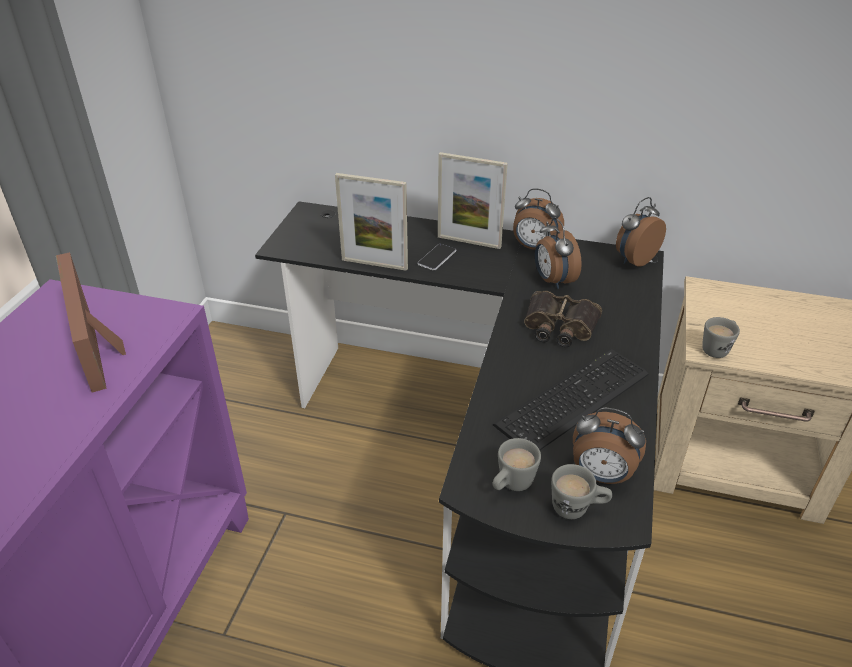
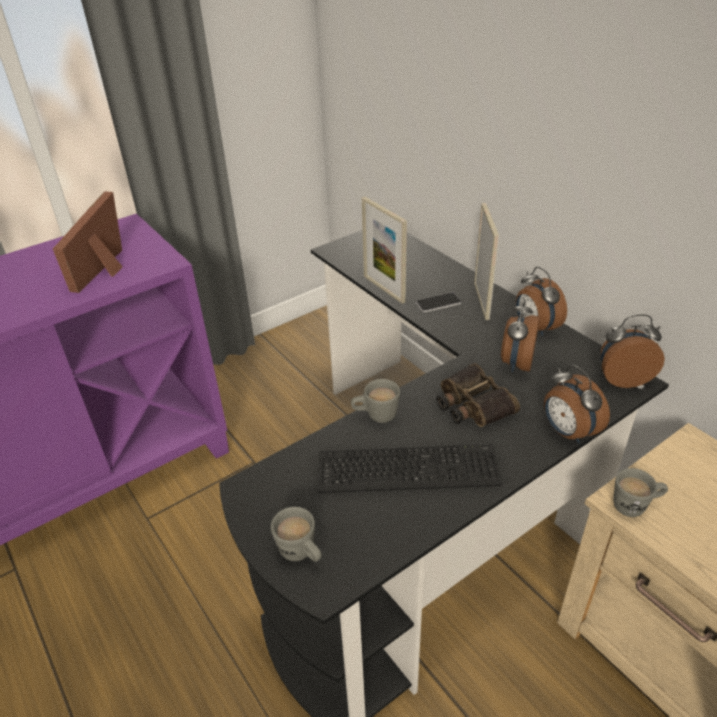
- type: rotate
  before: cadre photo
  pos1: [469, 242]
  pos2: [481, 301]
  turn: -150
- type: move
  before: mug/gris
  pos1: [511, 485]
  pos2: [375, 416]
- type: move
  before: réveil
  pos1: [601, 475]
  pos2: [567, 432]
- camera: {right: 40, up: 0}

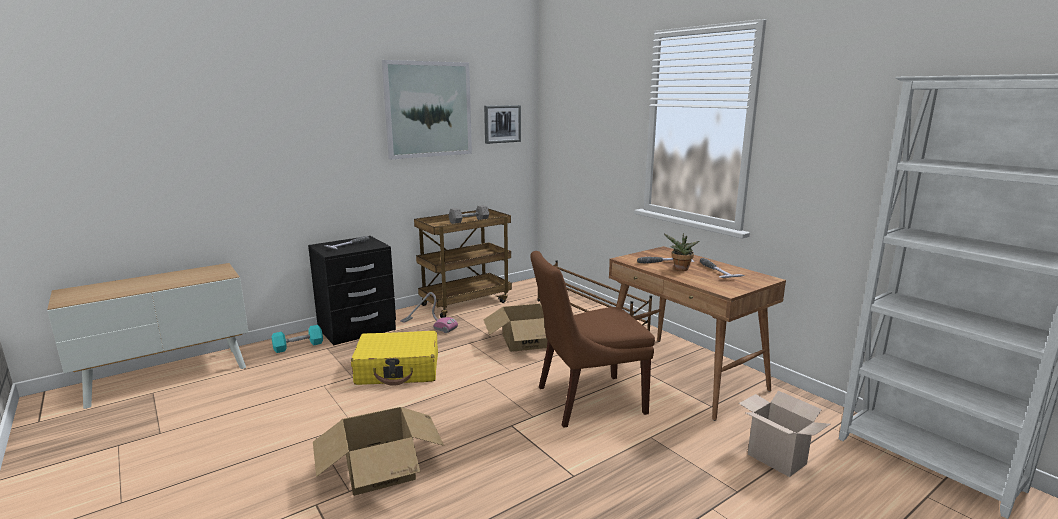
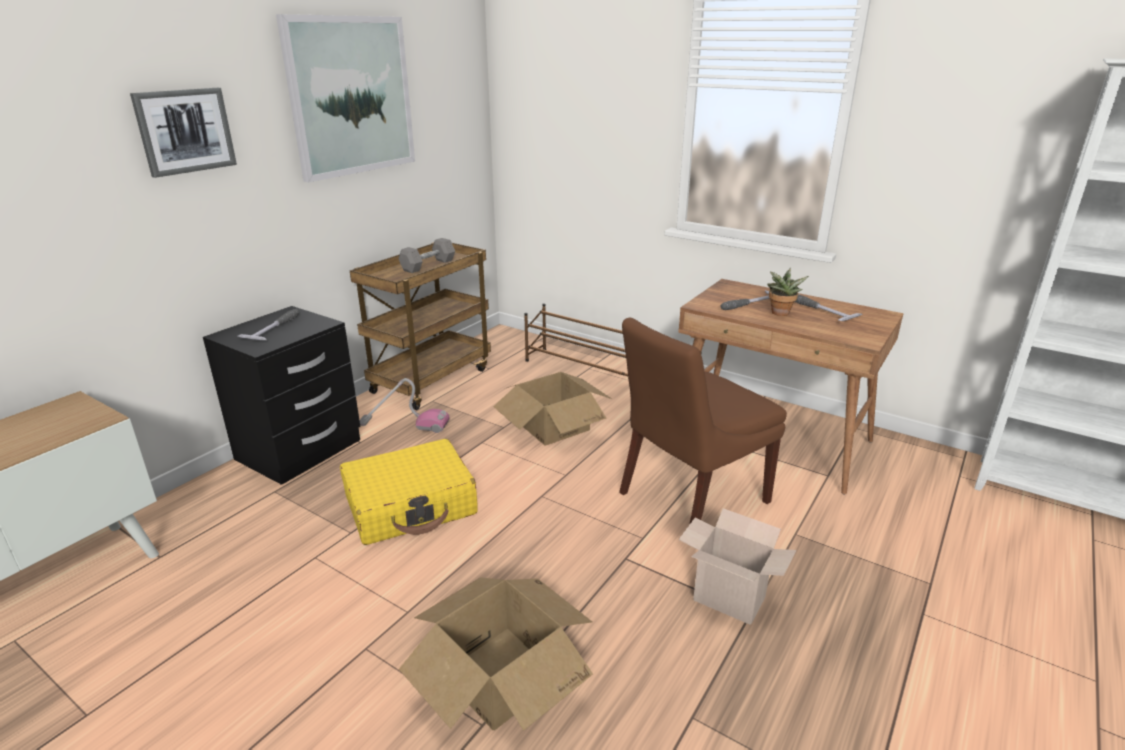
- type: delete
  before: haltère/turquoise
  pos1: [298, 346]
- type: move
  before: tableau
  pos1: [502, 124]
  pos2: [185, 131]
- type: move
  before: carton
  pos1: [774, 459]
  pos2: [726, 599]
- camera: {right: -20, up: 10}

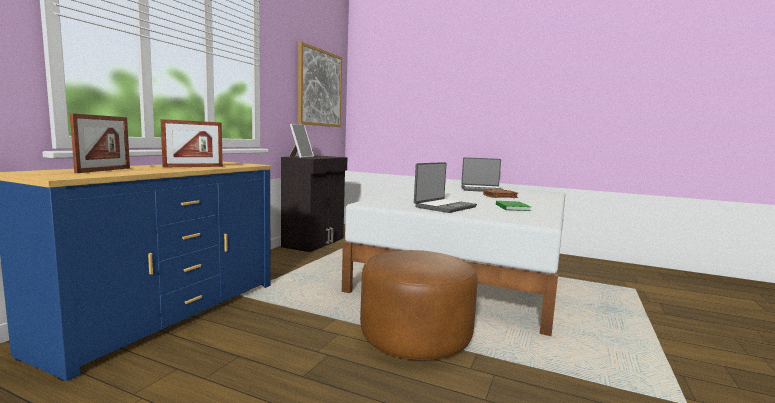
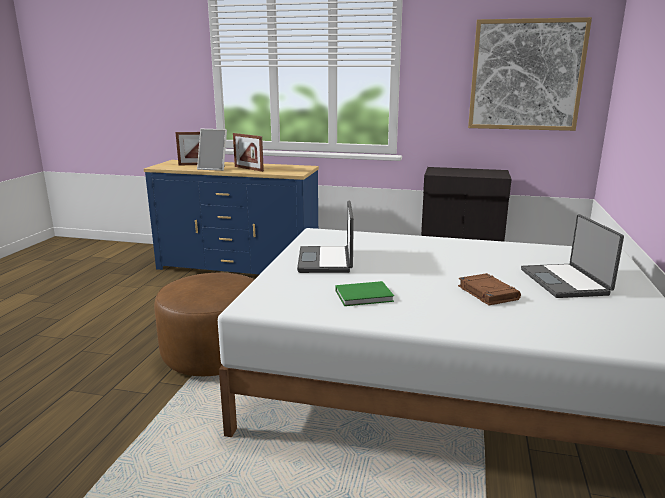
- type: move
  before: cadre photo
  pos1: [300, 157]
  pos2: [214, 168]
- type: rotate
  before: ordinateur portable
  pos1: [444, 207]
  pos2: [326, 261]
  turn: 60
- camera: {right: 80, up: 10}

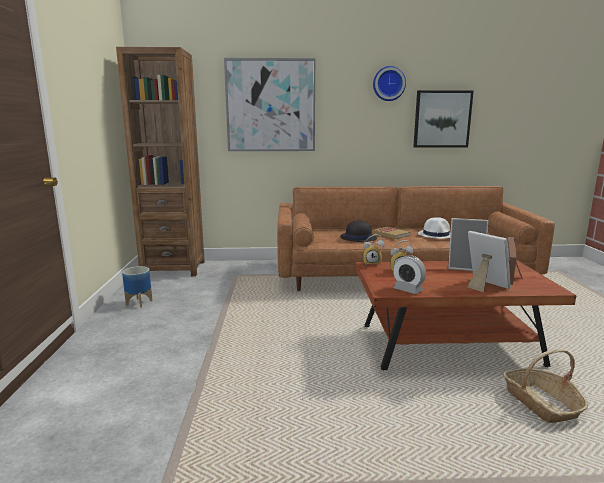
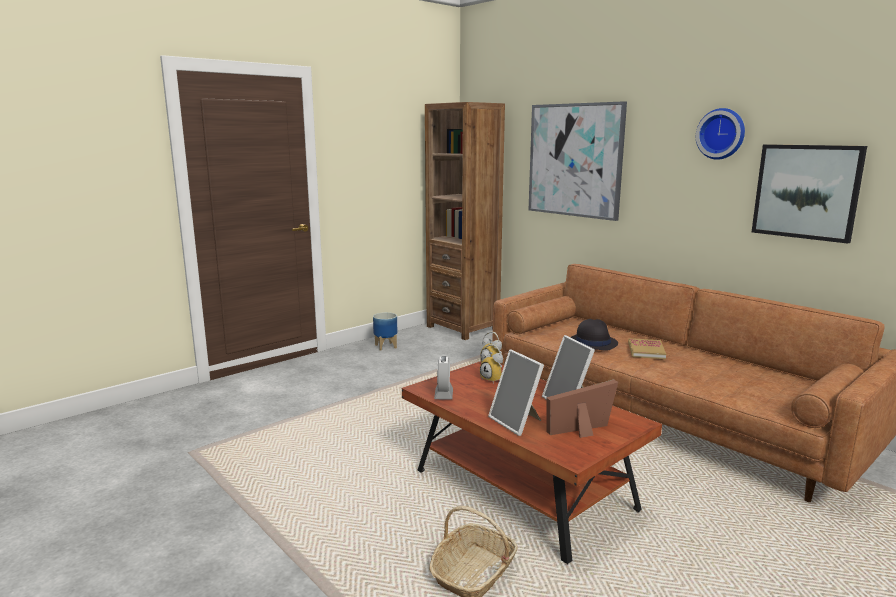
- type: delete
  before: chapeau/blanc
  pos1: [436, 235]
- type: rotate
  before: cadre photo
  pos1: [484, 286]
  pos2: [517, 422]
  turn: 135
- camera: {right: 50, up: 0}

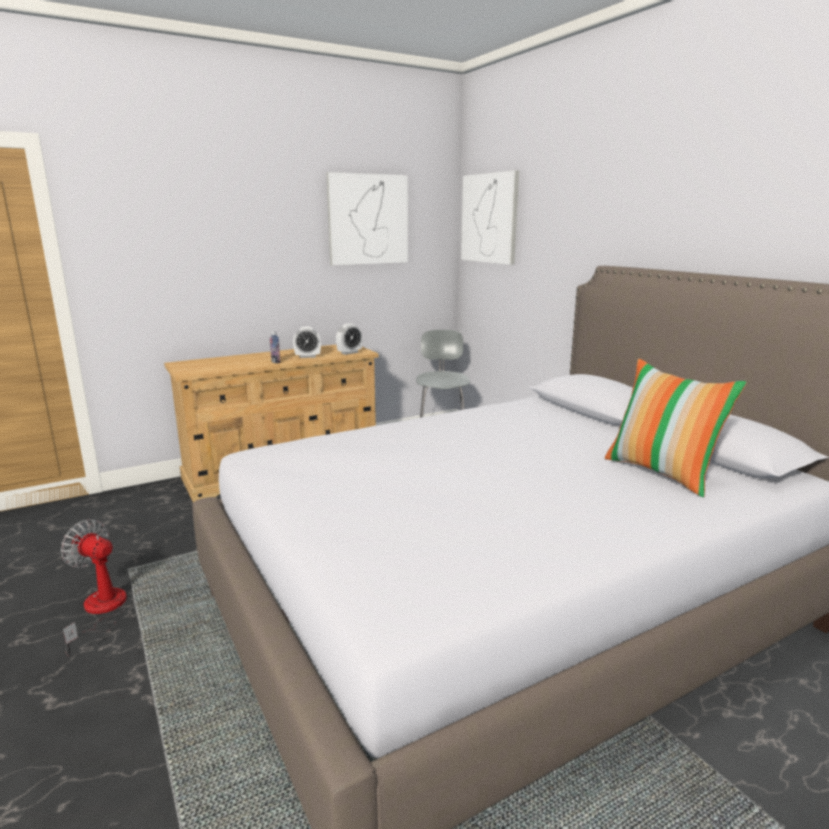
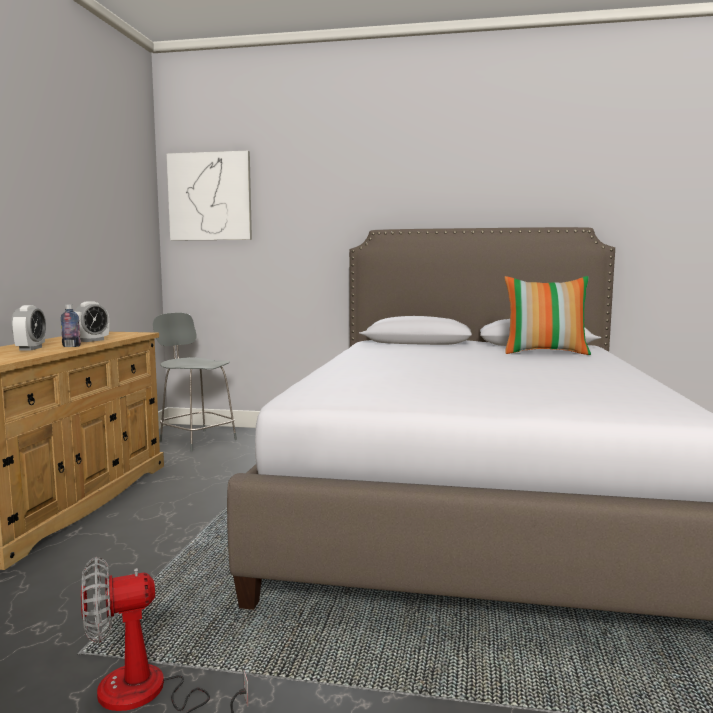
- type: delete
  before: tableau
  pos1: [368, 219]
- type: move
  before: réveil
  pos1: [349, 353]
  pos2: [30, 349]
- camera: {right: -50, up: -10}

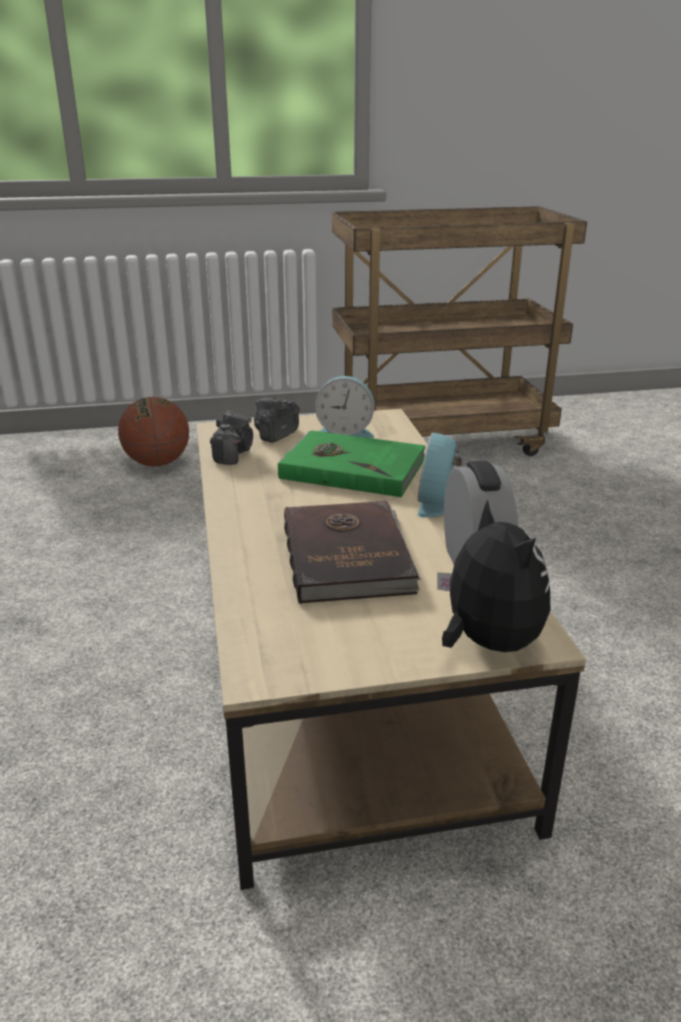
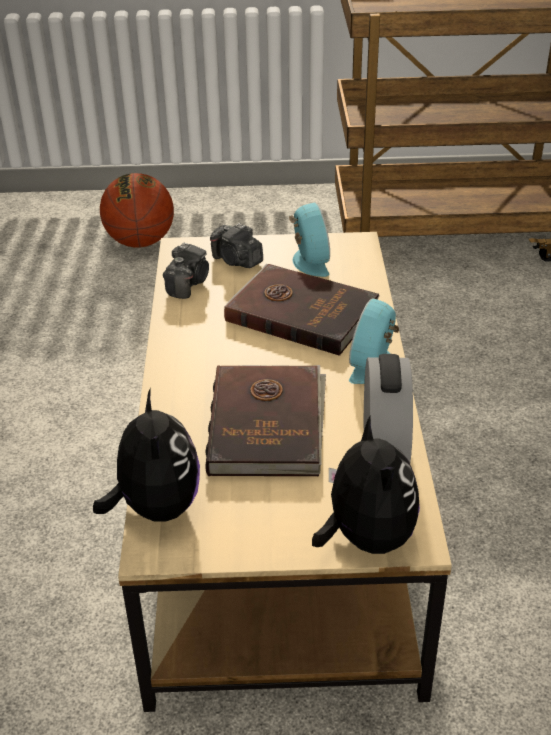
- type: rotate
  before: appareil photo
  pos1: [276, 435]
  pos2: [236, 261]
  turn: -90
- type: recolor
  before: livre/vert
  after: livre/marron
  pos1: [352, 468]
  pos2: [301, 312]
- type: rotate
  before: réveil
  pos1: [345, 432]
  pos2: [308, 262]
  turn: -120
- type: insert
  after: peluche
  pos2: [156, 507]
- camera: {right: 10, up: 10}

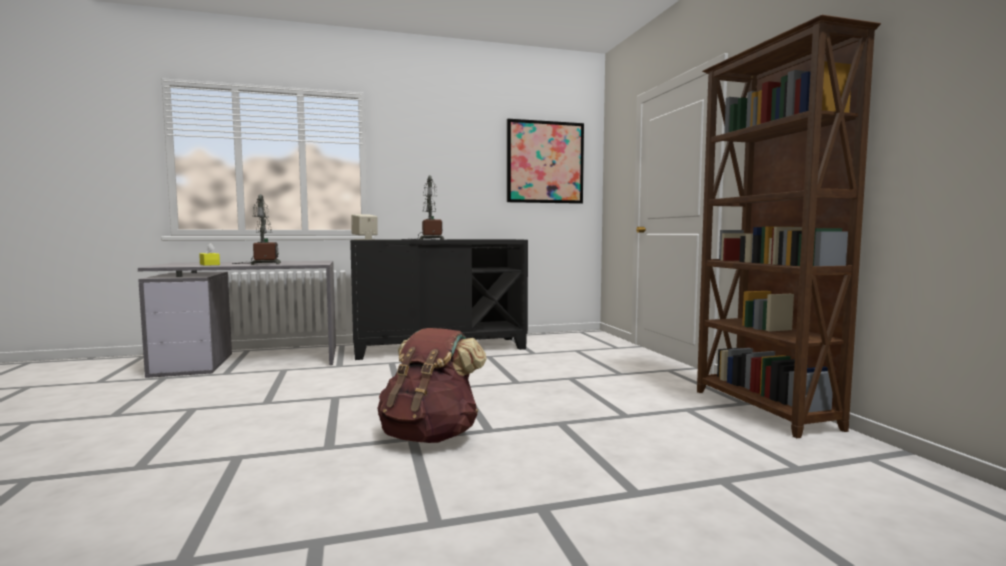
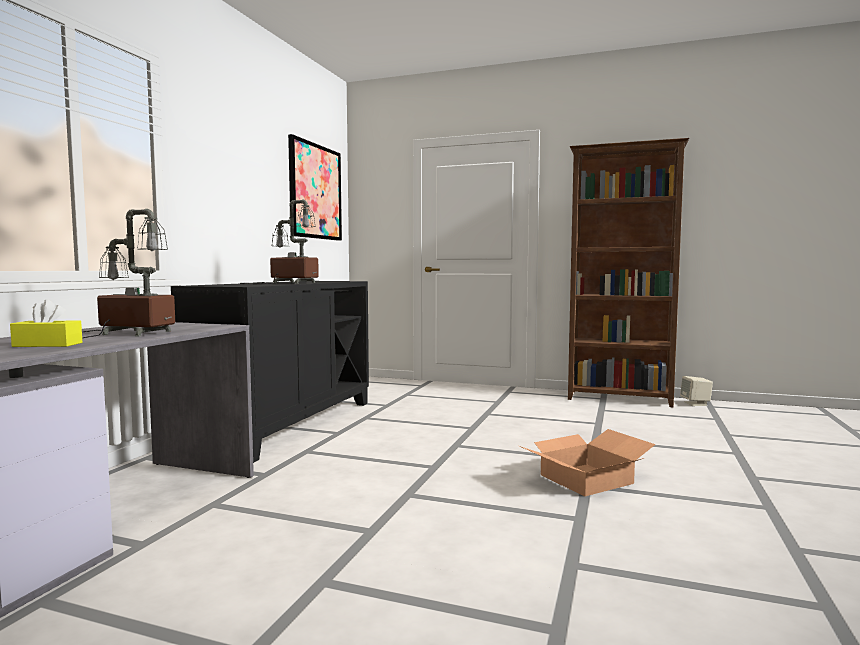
- type: move
  before: enceinte/beige
  pos1: [364, 239]
  pos2: [695, 404]
- type: replace
  before: sac à dos/marron
  after: carton
  pos1: [430, 436]
  pos2: [586, 478]
- camera: {right: -55, up: 0}

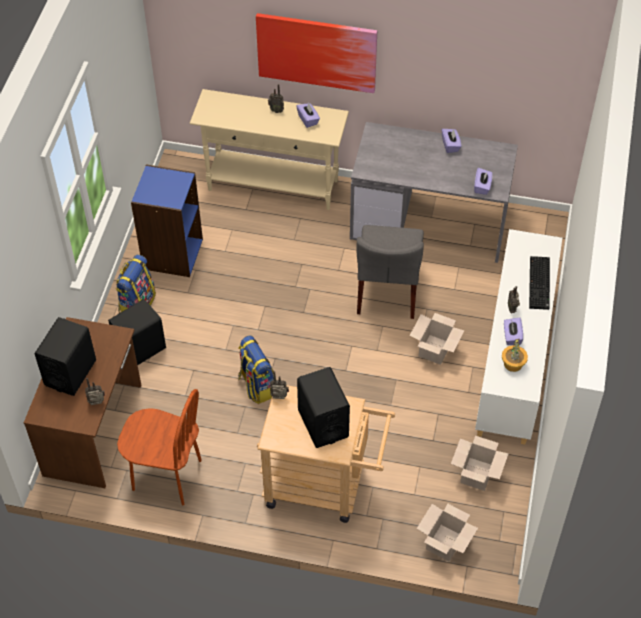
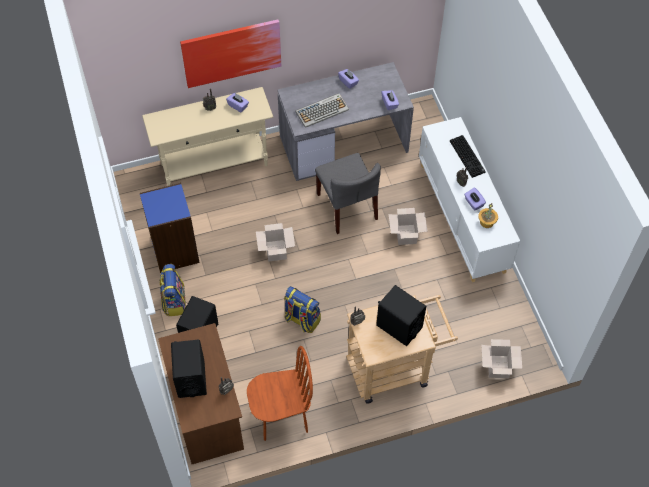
- type: move
  before: carton
  pos1: [476, 473]
  pos2: [275, 250]
- type: insert
  after: clavier
  pos2: [322, 110]
- camera: {right: -30, up: 5}

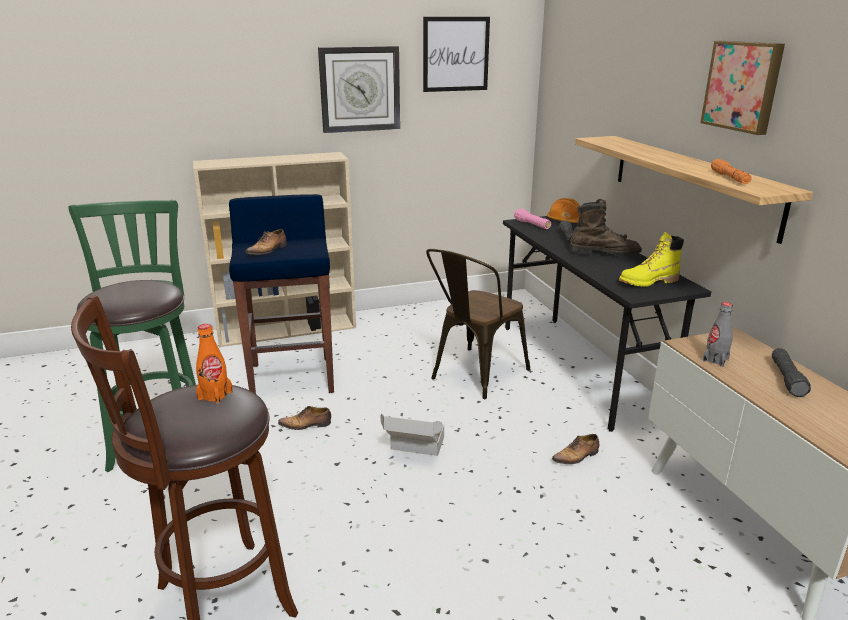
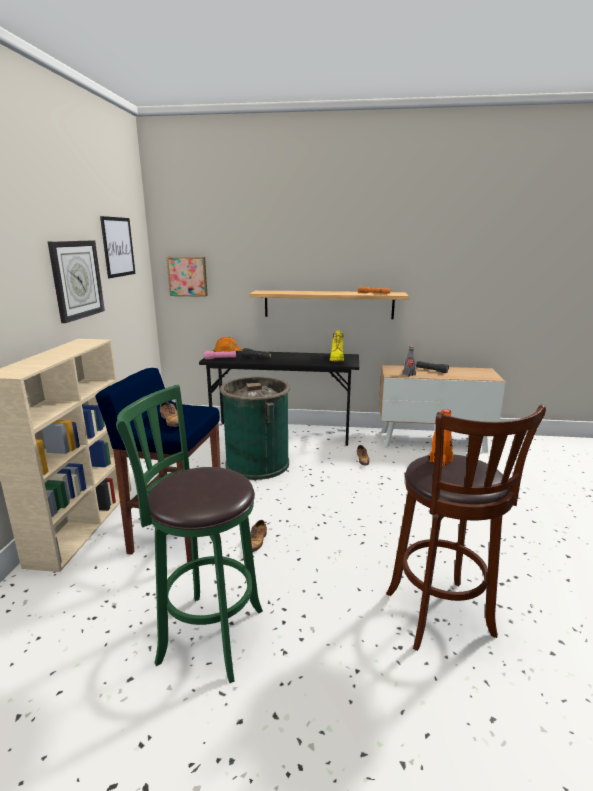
- type: delete
  before: carton
  pos1: [414, 451]
- type: replace
  before: chaise/marron
  after: poubelle/vert
  pos1: [474, 376]
  pos2: [257, 464]
- type: delete
  before: botte/marron
  pos1: [604, 253]
- type: move
  before: tableau
  pos1: [743, 86]
  pos2: [188, 276]
- camera: {right: -65, up: -5}

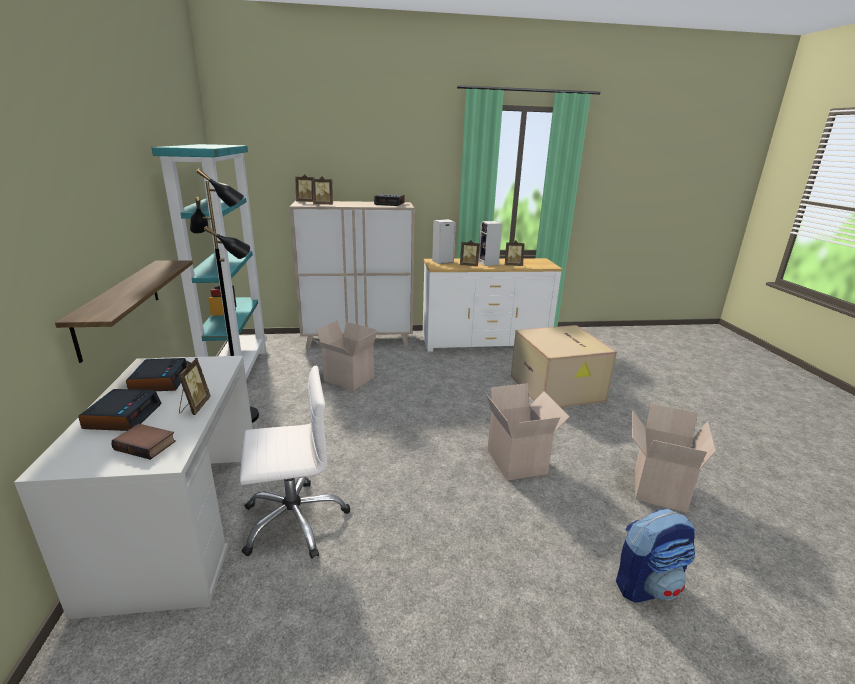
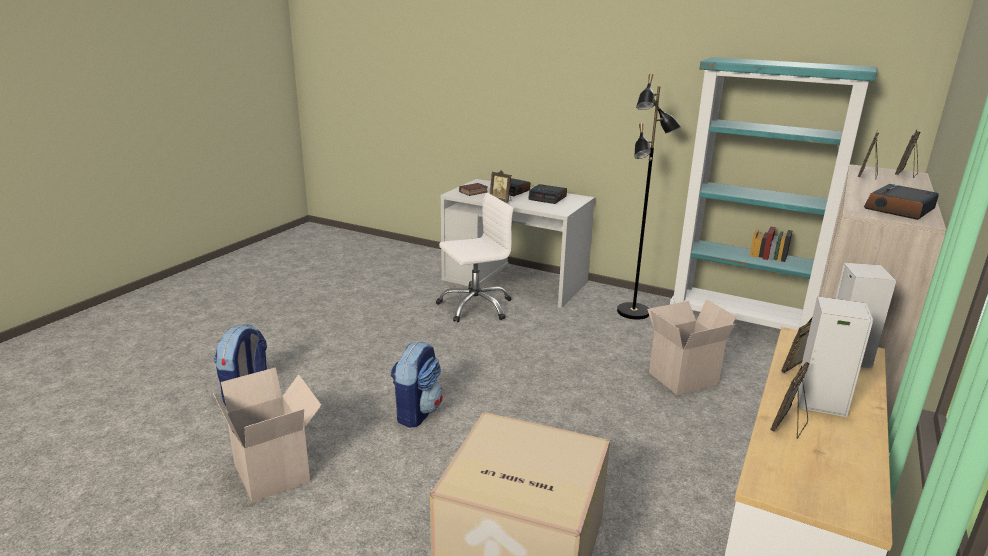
- type: delete
  before: étagère
  pos1: [119, 306]
- type: rotate
  before: chaise de bureau/blanc
  pos1: [294, 520]
  pos2: [475, 306]
  turn: -135
- type: replace
  before: carton
  after: sac à dos
  pos1: [518, 462]
  pos2: [417, 412]
- camera: {right: 125, up: 0}

